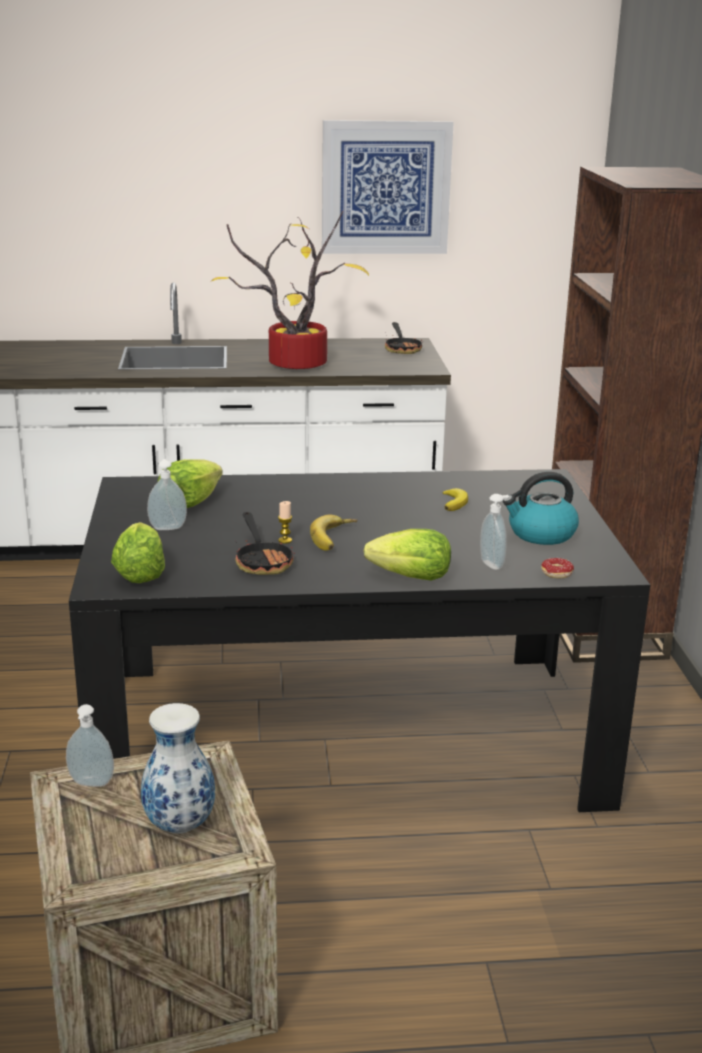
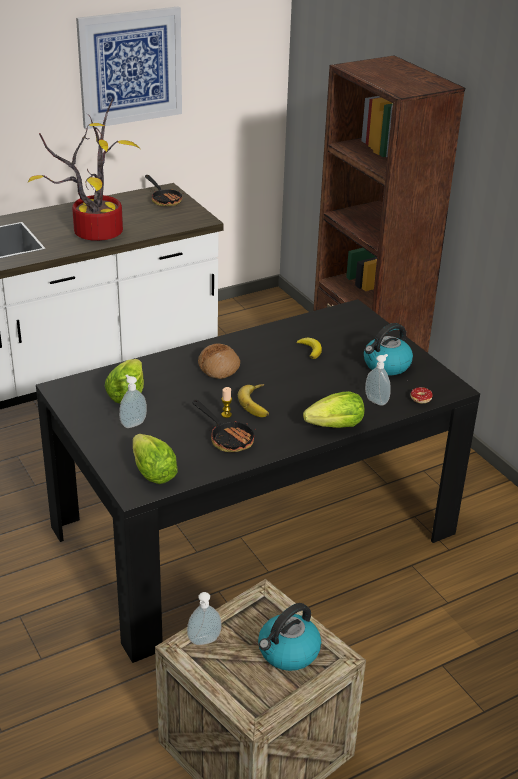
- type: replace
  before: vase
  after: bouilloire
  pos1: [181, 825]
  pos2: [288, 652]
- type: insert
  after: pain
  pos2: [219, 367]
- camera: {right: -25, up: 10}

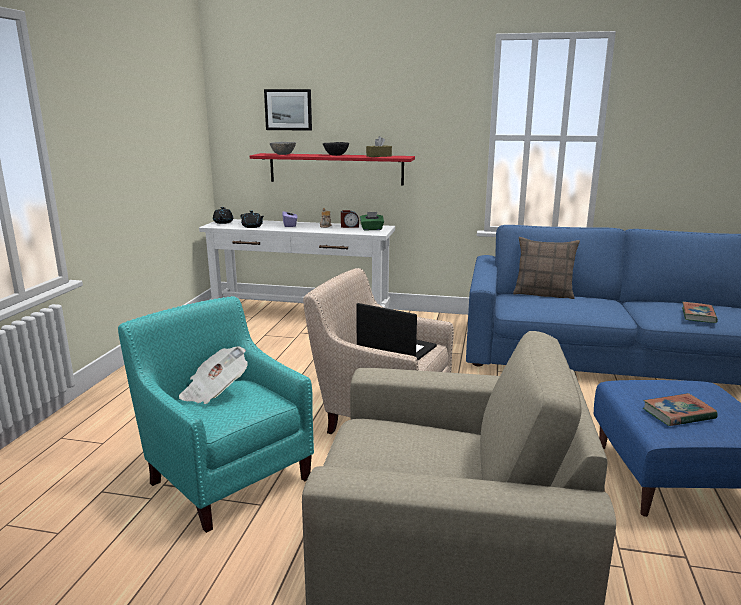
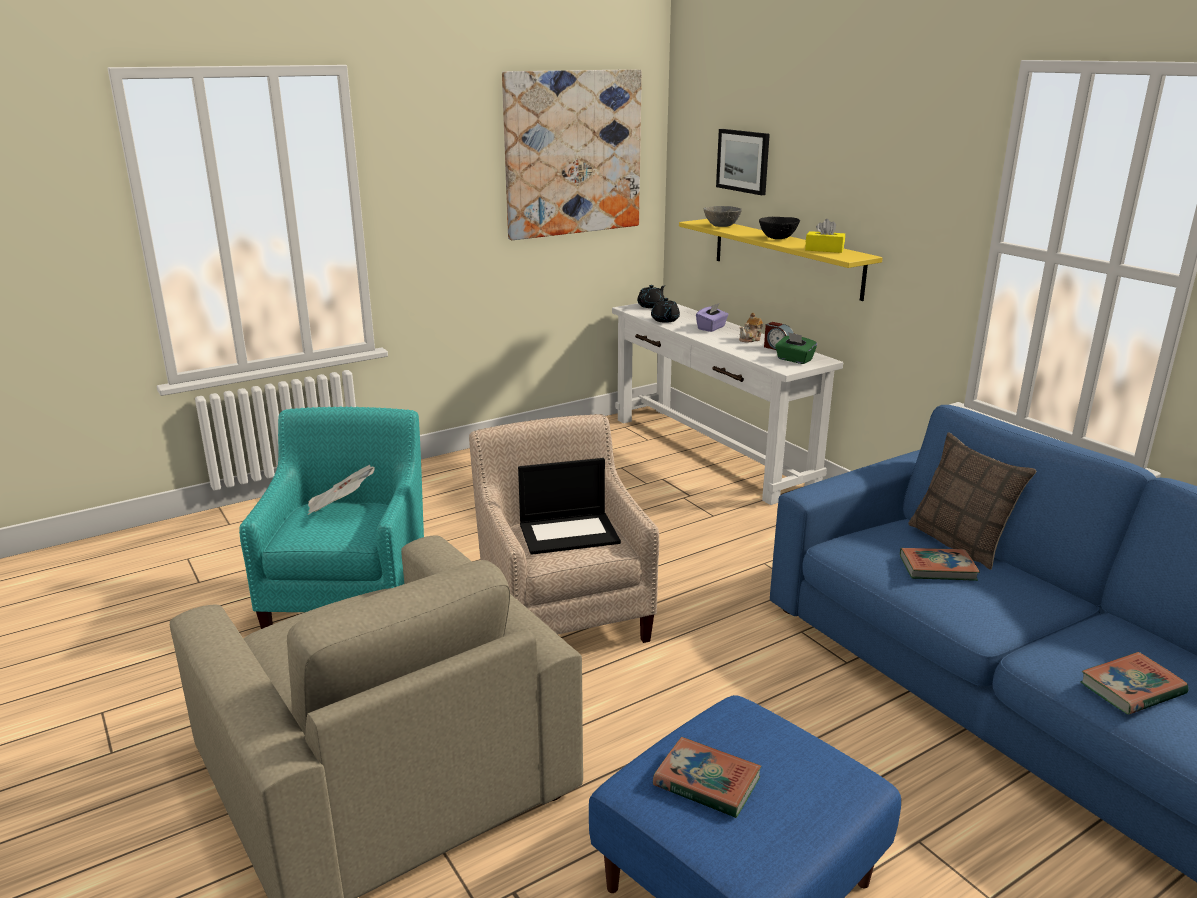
- type: recolor
  before: étagère/rouge
  after: étagère/jaune
  pos1: [335, 169]
  pos2: [786, 257]
- type: rotate
  before: ordinateur portable
  pos1: [395, 347]
  pos2: [569, 533]
  turn: 90
- type: recolor
  before: boîte à mouchoirs/marron
  after: boîte à mouchoirs/jaune
  pos1: [379, 156]
  pos2: [824, 249]
- type: insert
  after: tableau
  pos2: [573, 153]
- type: insert
  after: livre
  pos2: [937, 568]
- camera: {right: 45, up: 5}

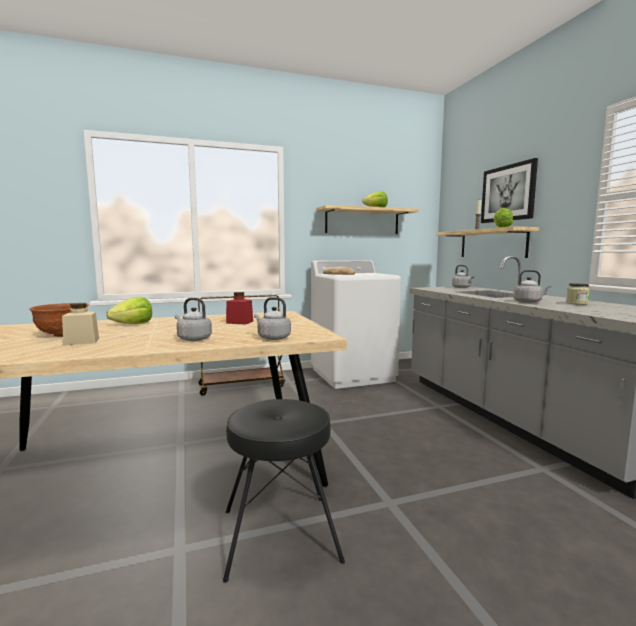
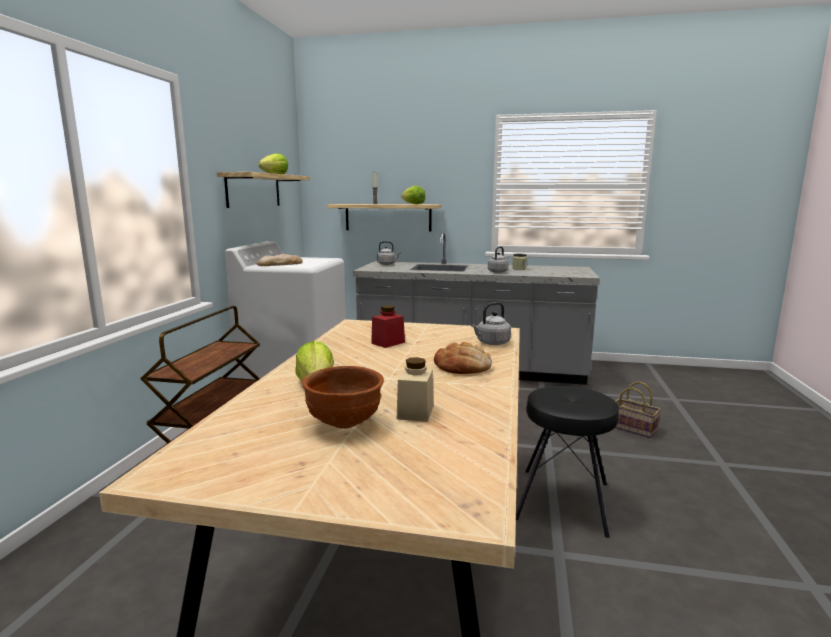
- type: replace
  before: bouilloire/gris
  after: pain
  pos1: [193, 339]
  pos2: [463, 366]
- type: delete
  before: tableau
  pos1: [508, 193]
- type: insert
  after: panier
  pos2: [634, 428]
- camera: {right: -60, up: 5}

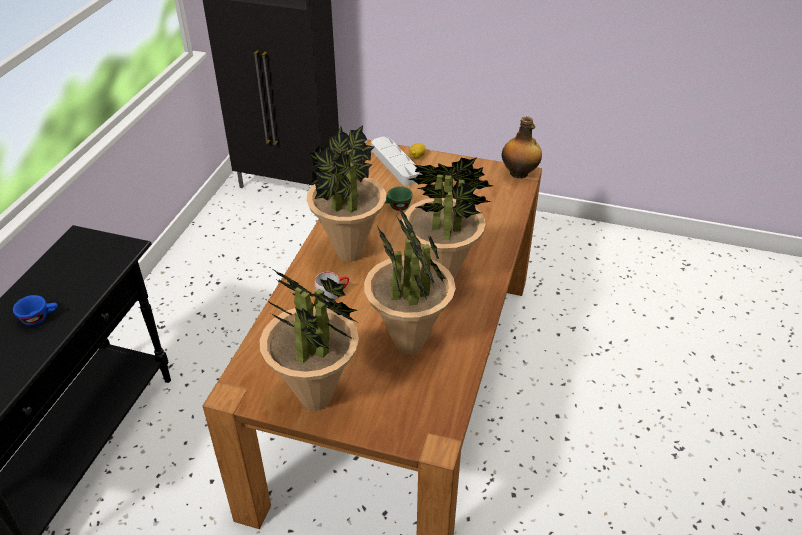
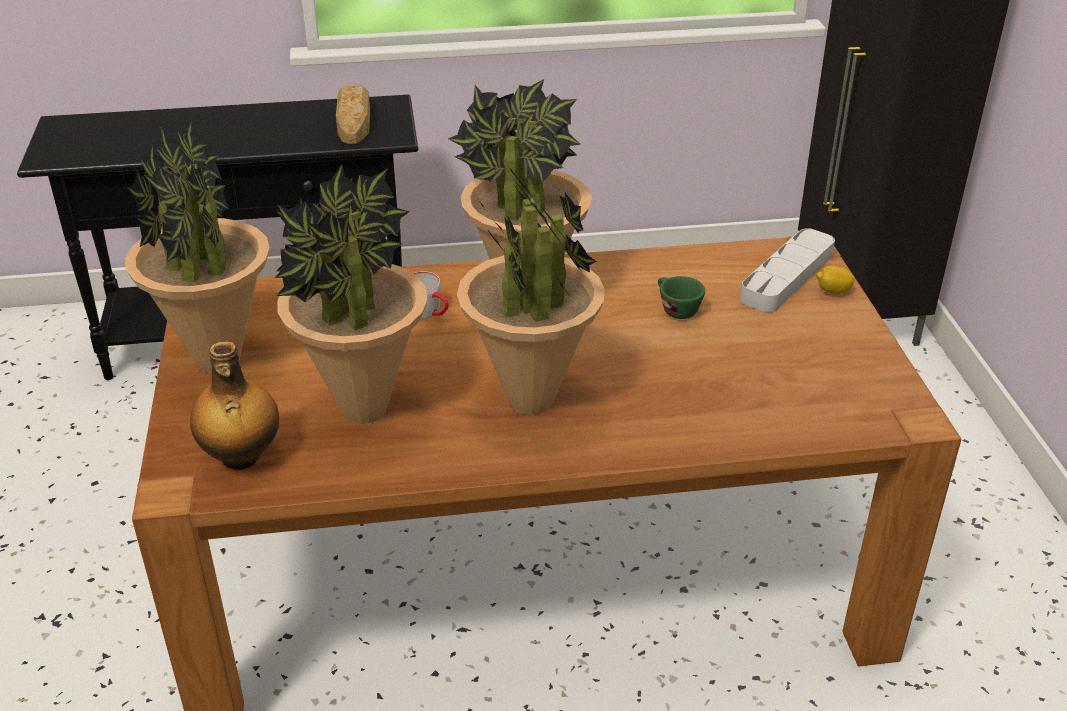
- type: delete
  before: tasse/bleu
  pos1: [40, 318]
- type: move
  before: bouteille
  pos1: [519, 173]
  pos2: [241, 458]
- type: insert
  after: pain
  pos2: [354, 120]
- camera: {right: 65, up: -5}

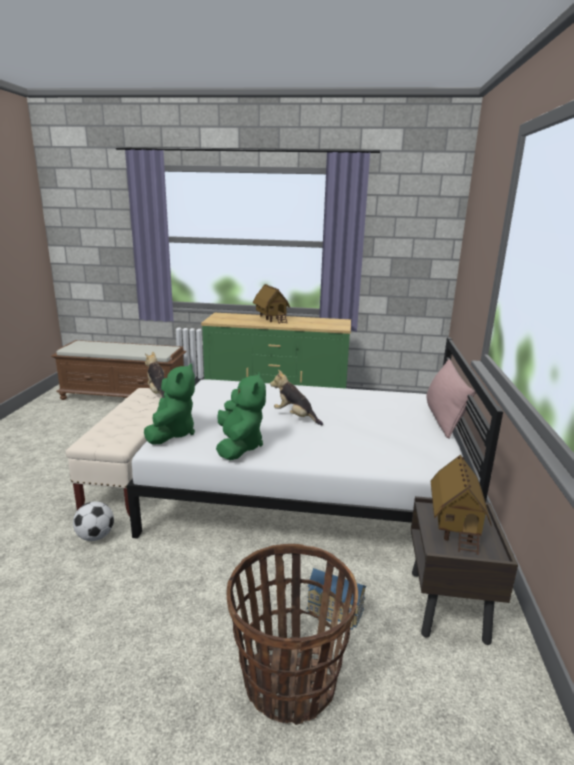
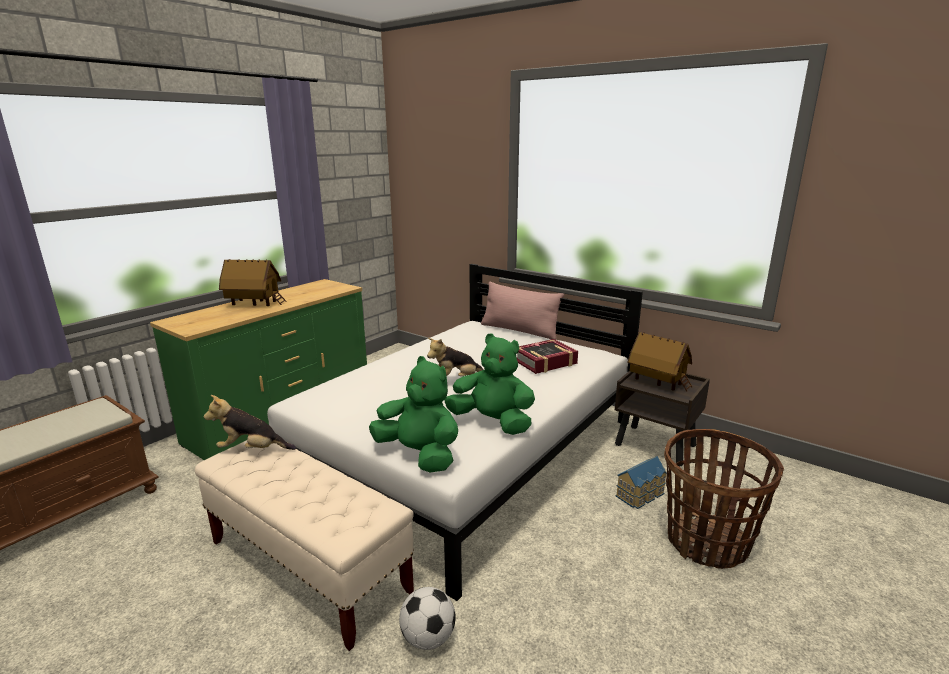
- type: insert
  after: livre
  pos2: [545, 362]
- camera: {right: -60, up: 0}

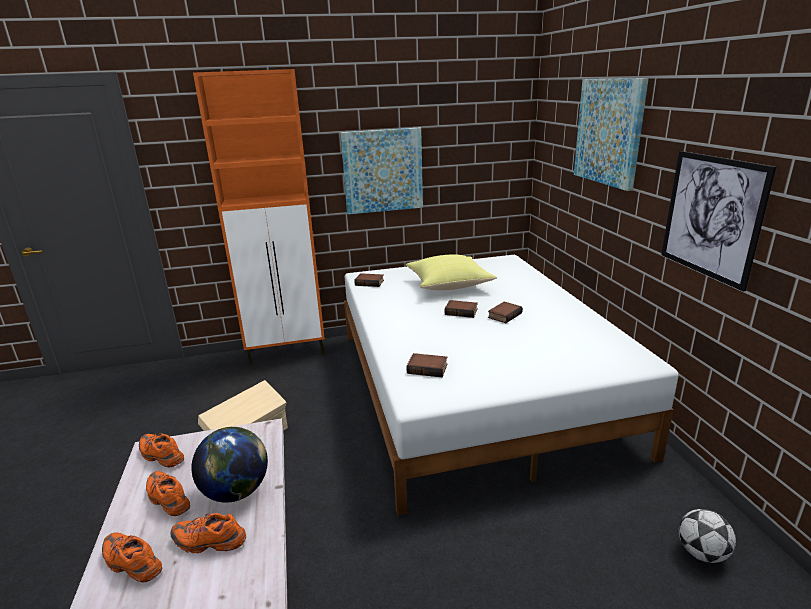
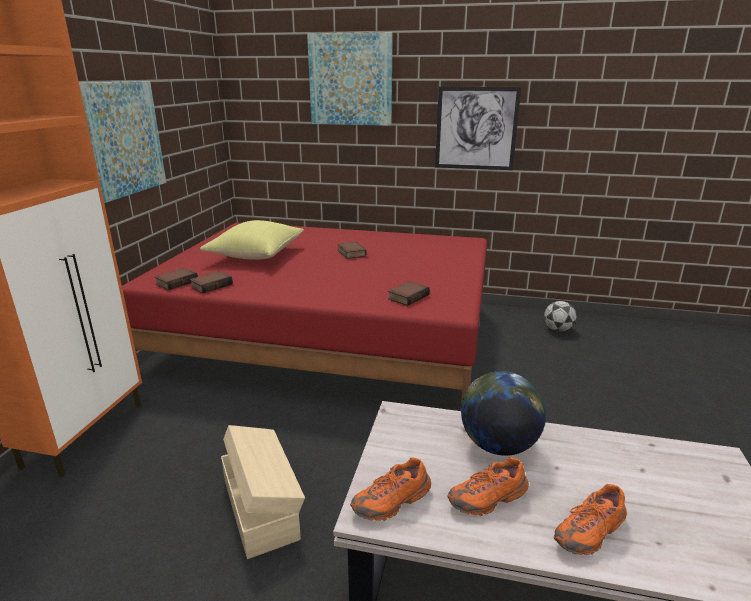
- type: delete
  before: chaussure/orange
  pos1: [209, 542]
- type: recolor
  before: lit/blanc
  after: lit/rouge
  pos1: [473, 386]
  pos2: [327, 339]
- type: move
  before: livre
  pos1: [462, 311]
  pos2: [211, 285]
- camera: {right: -65, up: 0}

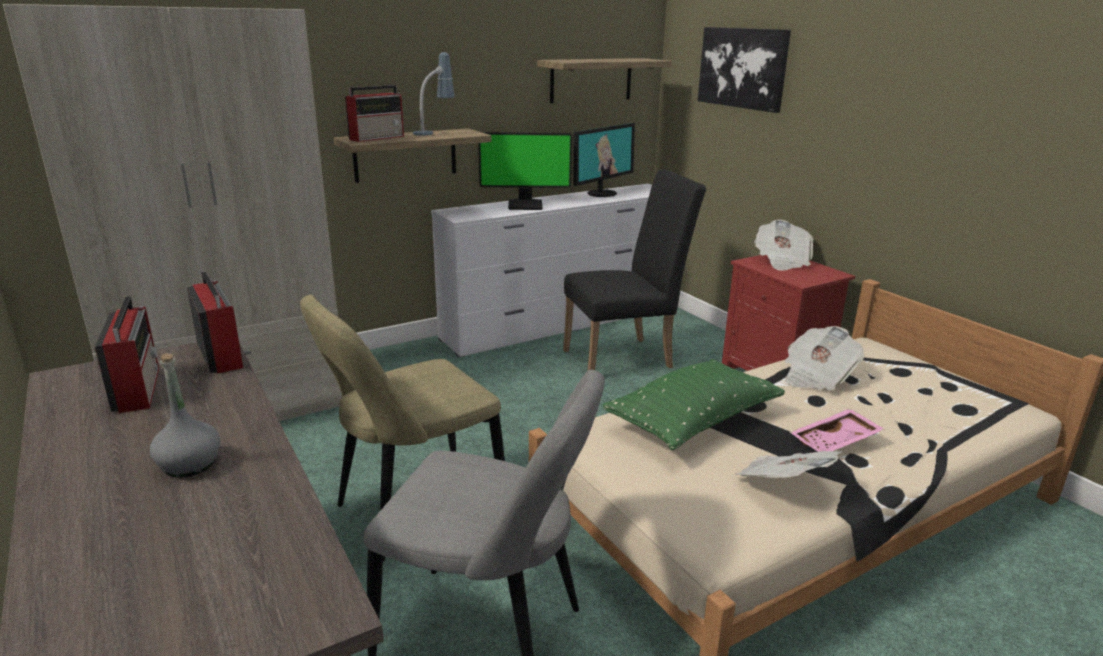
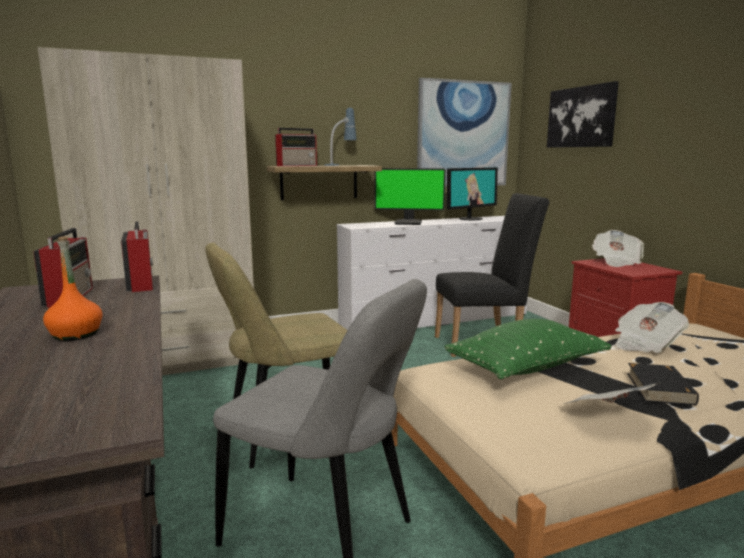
- type: recolor
  before: bouteille/gris
  after: bouteille/orange
  pos1: [190, 464]
  pos2: [76, 334]
- type: replace
  before: étagère
  after: tableau
  pos1: [591, 80]
  pos2: [463, 134]
- type: replace
  before: plateau/rose
  after: livre/noir
  pos1: [836, 442]
  pos2: [660, 388]
- camera: {right: 10, up: -10}

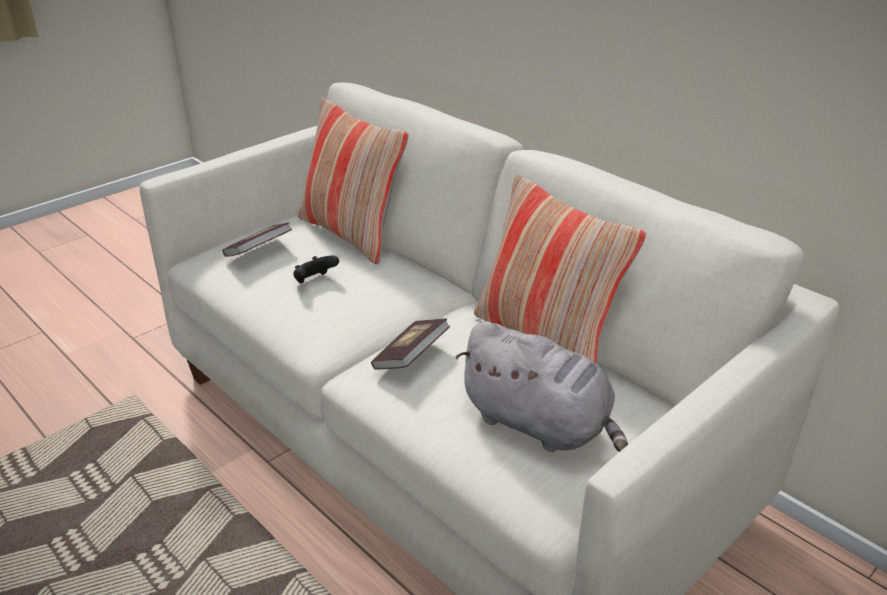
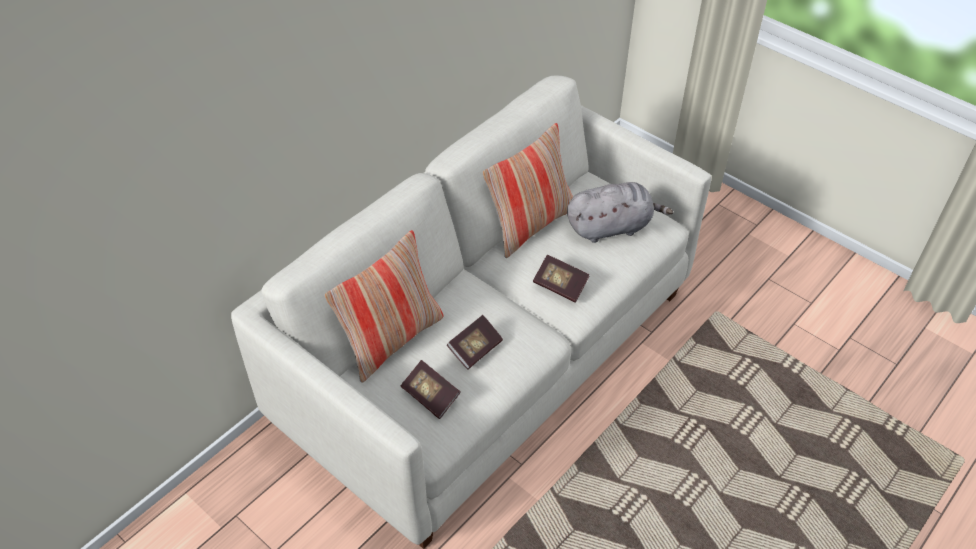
- type: replace
  before: manette/noir
  after: livre
  pos1: [315, 281]
  pos2: [475, 349]
- type: rotate
  before: peluche/gris
  pos1: [540, 425]
  pos2: [611, 227]
  turn: 45
- camera: {right: -95, up: 15}

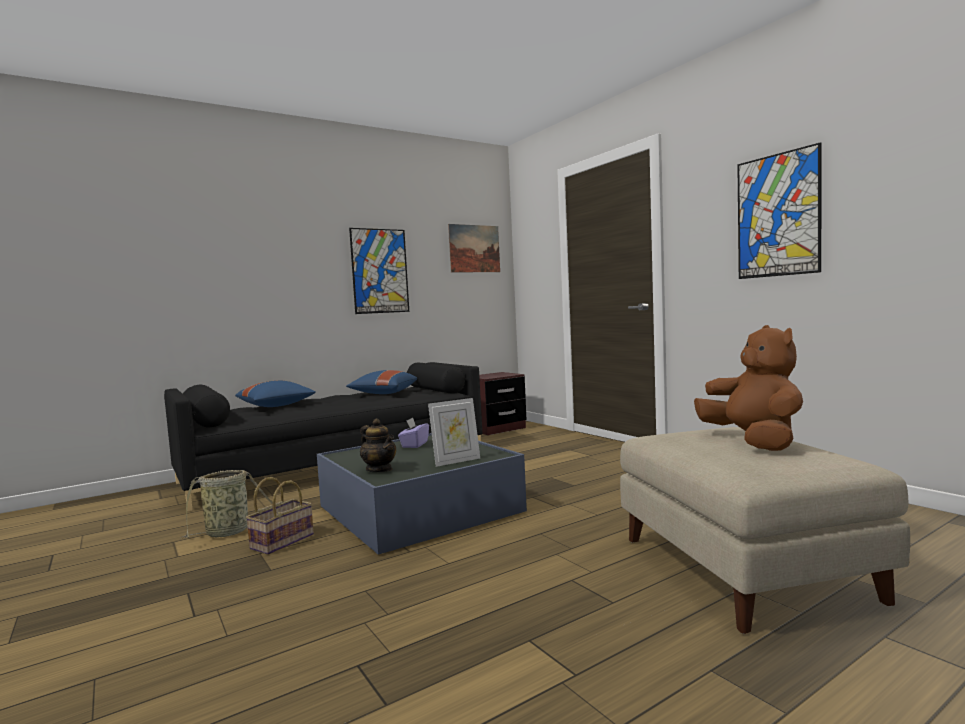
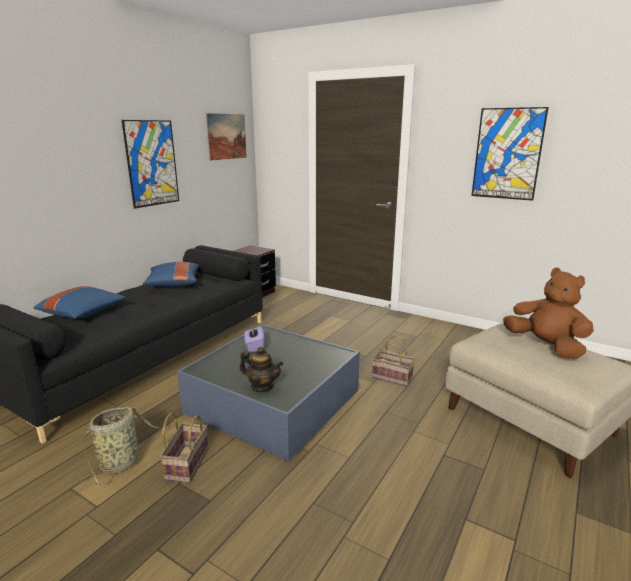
- type: delete
  before: cadre photo
  pos1: [456, 461]
- type: insert
  after: panier
  pos2: [393, 377]
- camera: {right: -25, up: 15}

